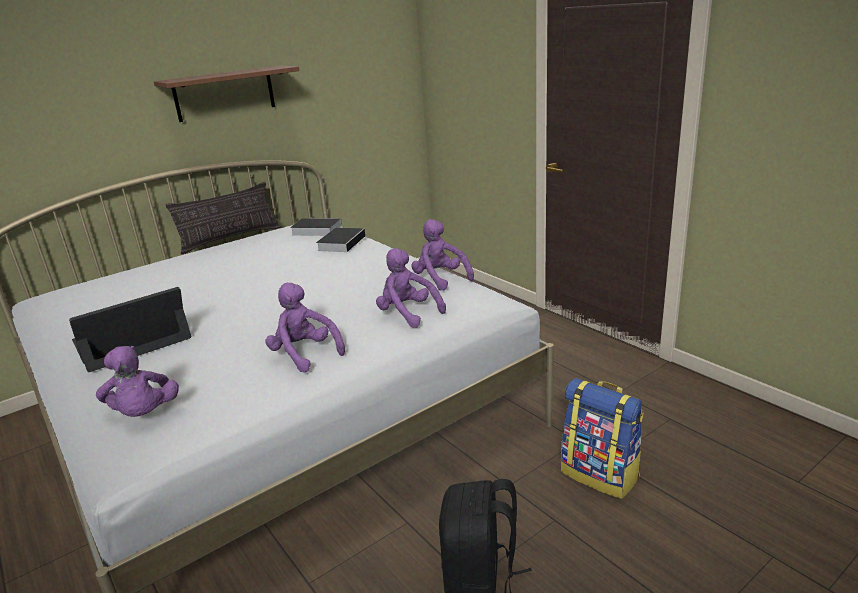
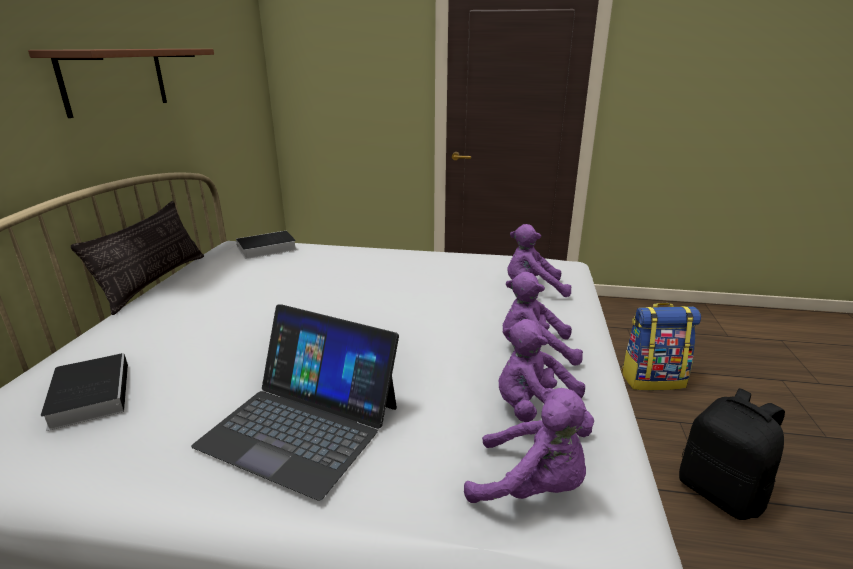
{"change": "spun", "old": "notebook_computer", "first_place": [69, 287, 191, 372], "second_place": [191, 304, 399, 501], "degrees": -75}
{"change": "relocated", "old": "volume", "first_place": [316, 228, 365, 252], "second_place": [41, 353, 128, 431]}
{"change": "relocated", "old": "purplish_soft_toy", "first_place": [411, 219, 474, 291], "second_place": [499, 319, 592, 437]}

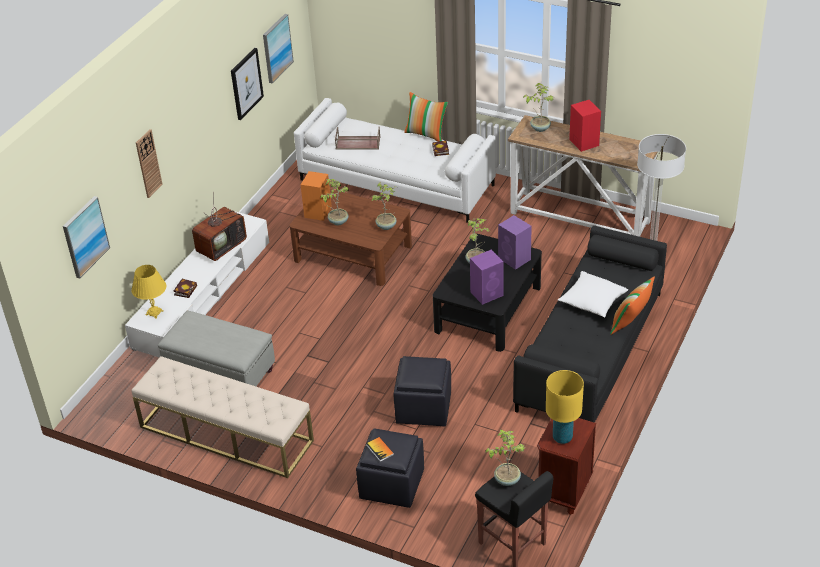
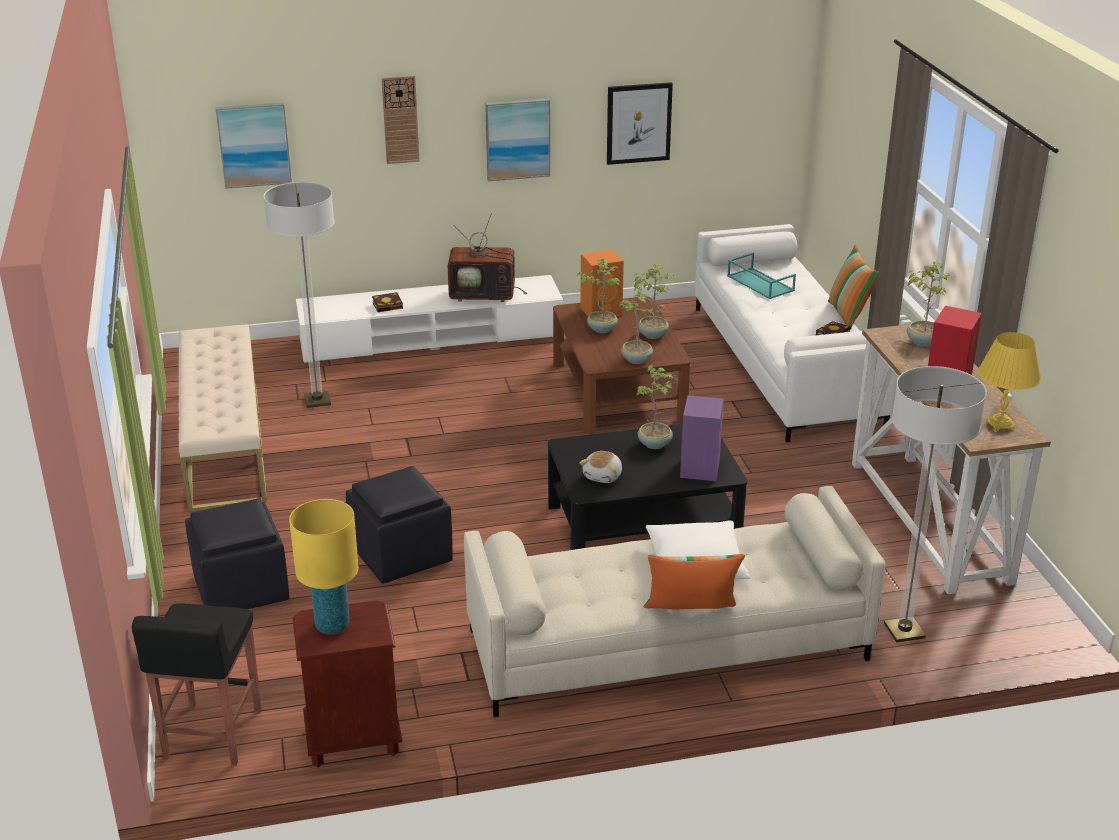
{"change": "relocated", "old": "yellow_tabletop_lamp", "first_place": [131, 265, 167, 319], "second_place": [978, 332, 1041, 432]}
{"change": "exchanged", "old": "gray_footrest", "new": "standing_lamp", "first_place": [158, 310, 275, 386], "second_place": [263, 182, 335, 408]}
{"change": "relocated", "old": "wall_picture", "first_place": [263, 14, 294, 83], "second_place": [485, 99, 550, 181]}
{"change": "colour", "old": "brown_tray", "new": "blue-green_tray", "first_place": [335, 127, 380, 150], "second_place": [727, 253, 796, 299]}
{"change": "missing", "old": "volume", "first_place": [366, 437, 394, 462]}
{"change": "exchanged", "old": "purplish_loudspeaker", "new": "soft_toy", "first_place": [470, 250, 504, 305], "second_place": [579, 451, 622, 483]}
{"change": "relocated", "old": "houseplant", "first_place": [485, 430, 525, 486], "second_place": [633, 264, 674, 339]}
{"change": "colour", "old": "black_sofa", "new": "sand-coloured_sofa", "first_place": [513, 225, 667, 423], "second_place": [464, 486, 886, 717]}

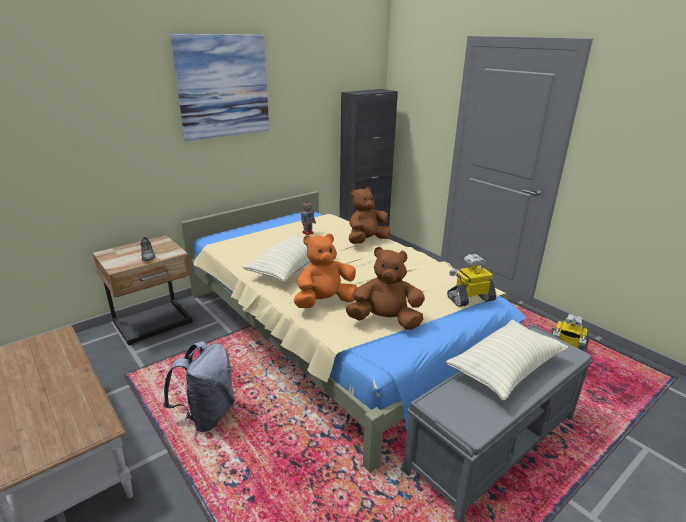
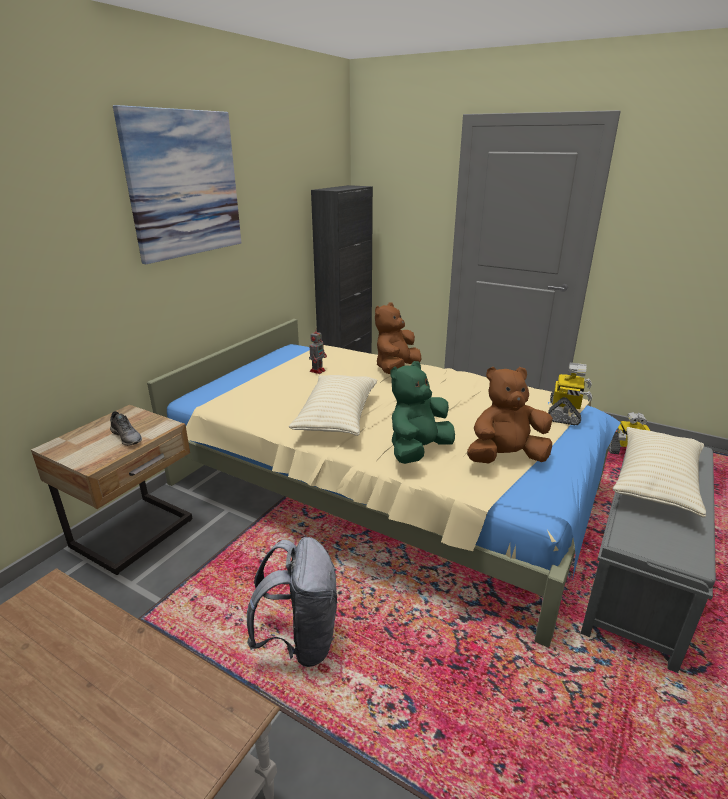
{"change": "colour", "old": "orange_soft_toy", "new": "green_soft_toy", "first_place": [294, 233, 357, 308], "second_place": [390, 361, 455, 464]}
{"change": "spun", "old": "robot_figure", "first_place": [447, 254, 497, 307], "second_place": [548, 363, 592, 425], "degrees": 150}

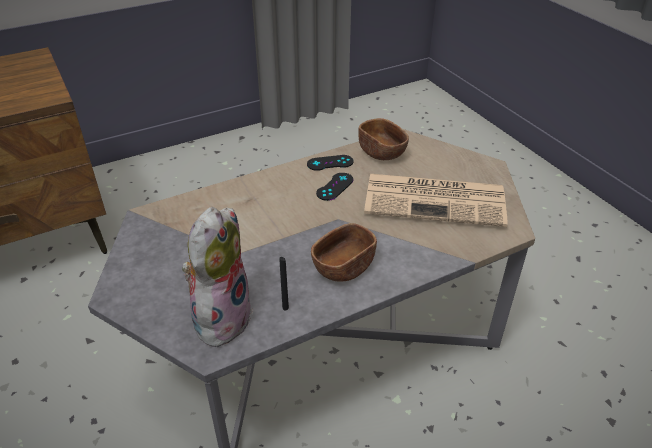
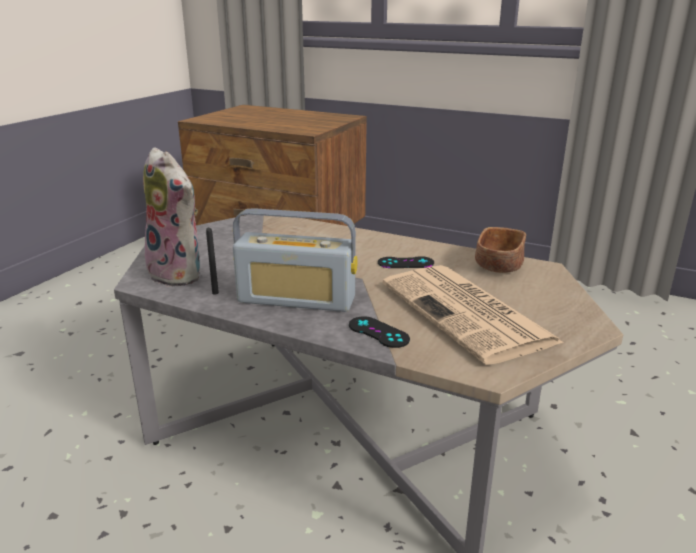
{"change": "spun", "old": "soft_toy", "first_place": [182, 207, 253, 348], "second_place": [143, 147, 200, 287], "degrees": 60}
{"change": "relocated", "old": "black_game_controller", "first_place": [307, 155, 354, 171], "second_place": [349, 316, 410, 348]}
{"change": "exchanged", "old": "brown_bowl", "new": "radio", "first_place": [311, 223, 377, 282], "second_place": [233, 208, 358, 312]}

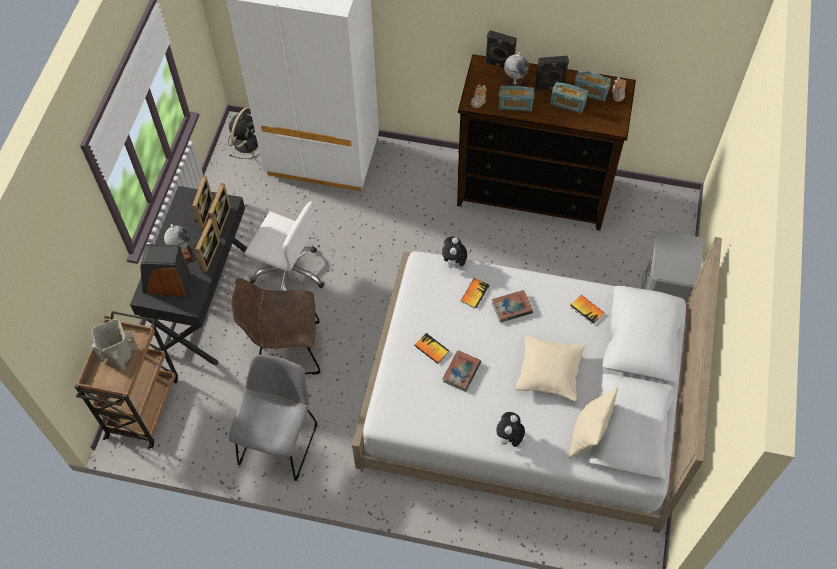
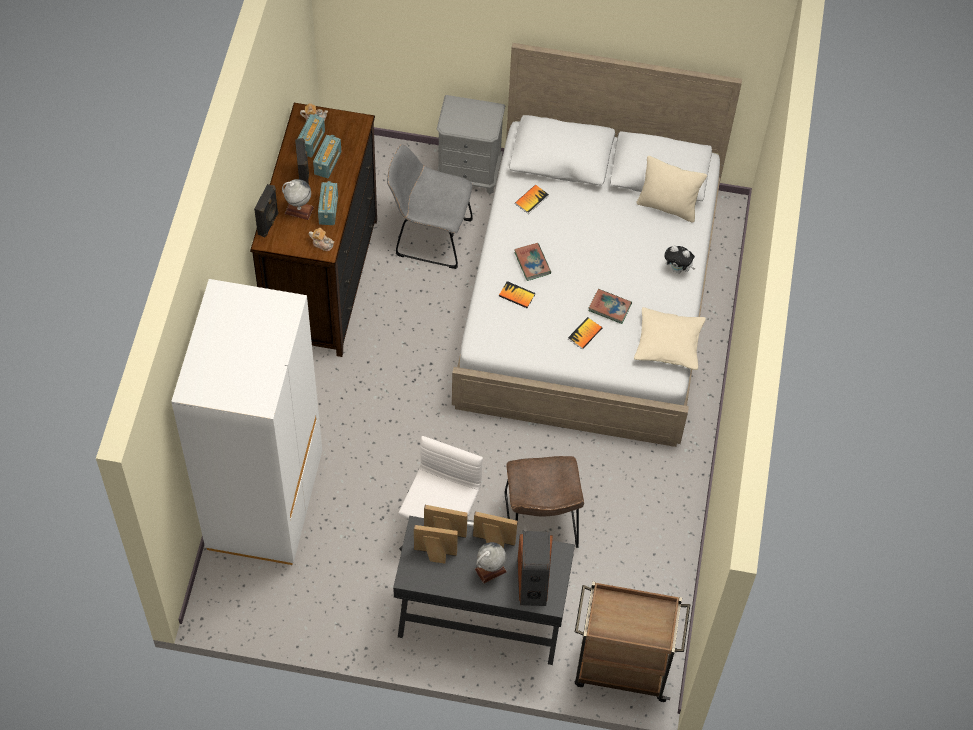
{"change": "missing", "old": "sand-coloured_decorative_vase", "first_place": [92, 319, 138, 371]}
{"change": "missing", "old": "black_cooling_fan", "first_place": [228, 107, 260, 159]}
{"change": "relocated", "old": "gray_upright_chair", "first_place": [229, 355, 317, 481], "second_place": [387, 144, 473, 269]}
{"change": "missing", "old": "soft_toy", "first_place": [442, 236, 467, 270]}
{"change": "relocated", "old": "sand-coloured_cushion", "first_place": [516, 335, 585, 401], "second_place": [634, 307, 706, 370]}

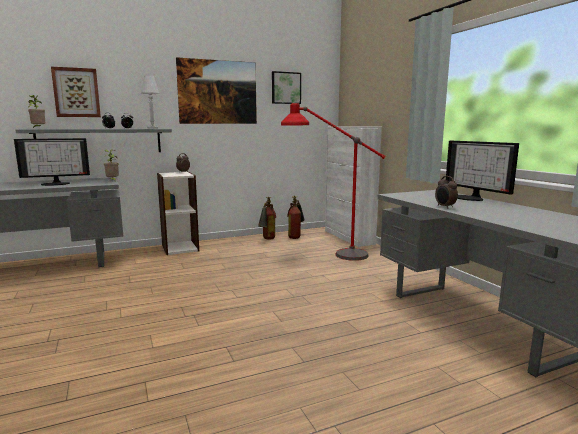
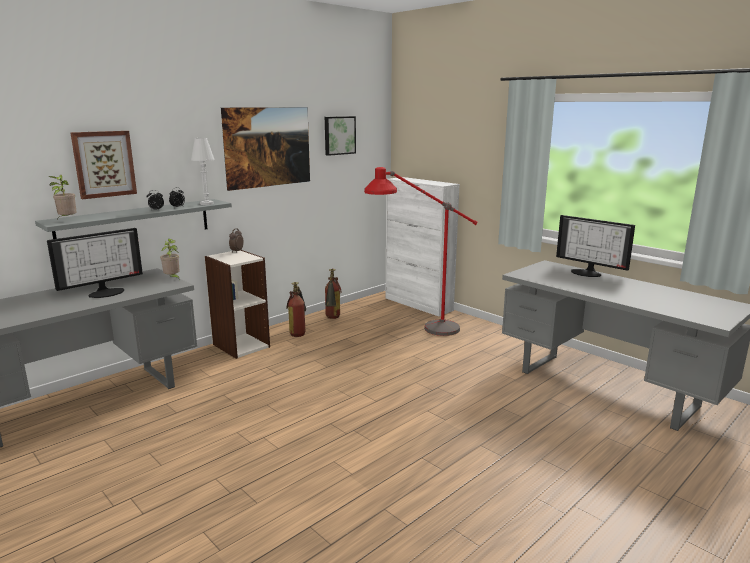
{"change": "relocated", "old": "fire_extinguisher", "first_place": [287, 196, 305, 239], "second_place": [286, 282, 306, 337]}
{"change": "missing", "old": "alarm_clock", "first_place": [435, 176, 458, 208]}

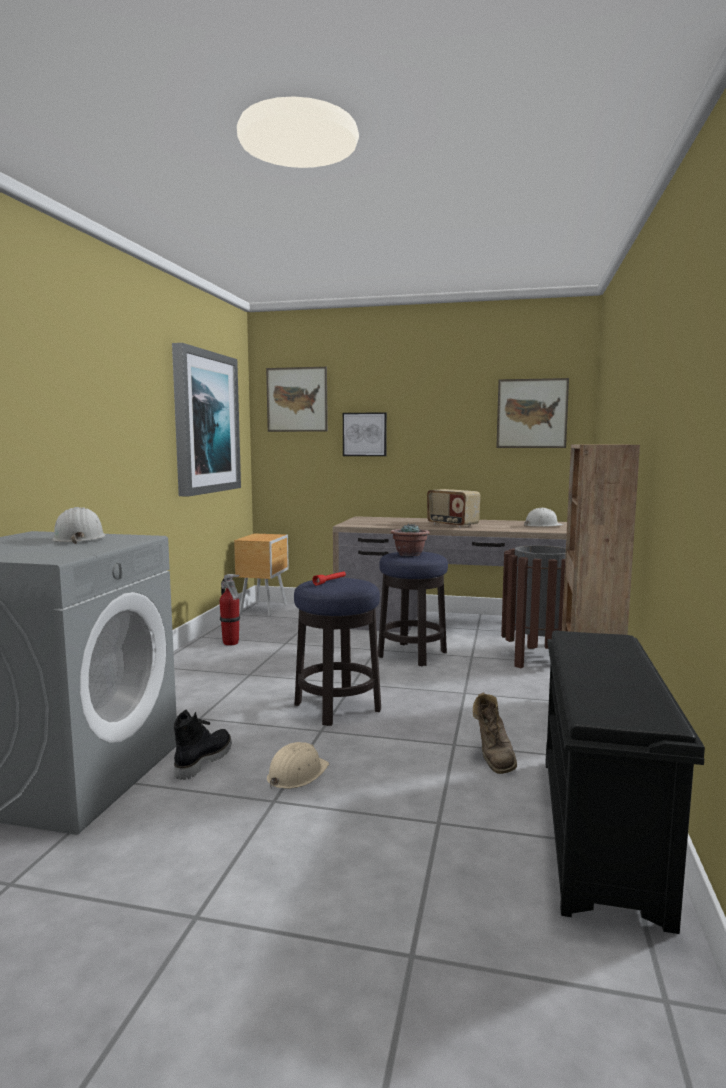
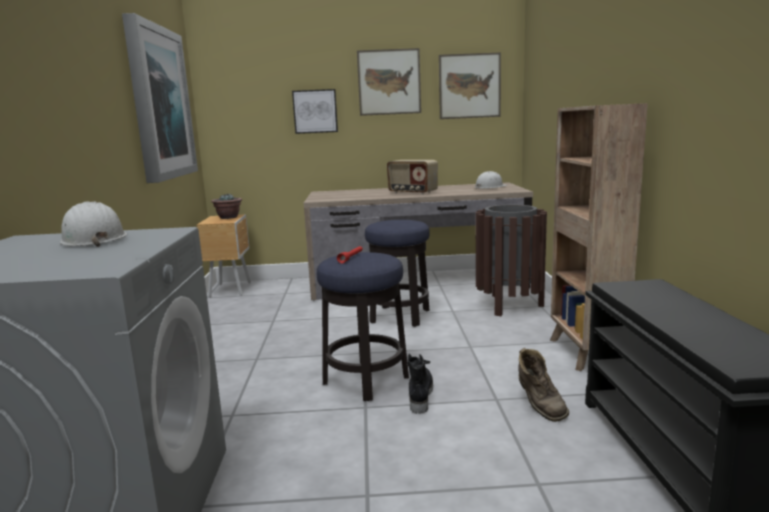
{"change": "relocated", "old": "black_tall_boot", "first_place": [174, 710, 232, 780], "second_place": [407, 354, 433, 414]}
{"change": "missing", "old": "fire_extinguisher", "first_place": [220, 574, 240, 646]}
{"change": "relocated", "old": "wall_picture", "first_place": [266, 367, 328, 432], "second_place": [357, 48, 421, 116]}
{"change": "missing", "old": "sand-coloured_hard_hat", "first_place": [267, 742, 329, 789]}
{"change": "relocated", "old": "houseplant", "first_place": [391, 523, 430, 556], "second_place": [211, 193, 242, 219]}

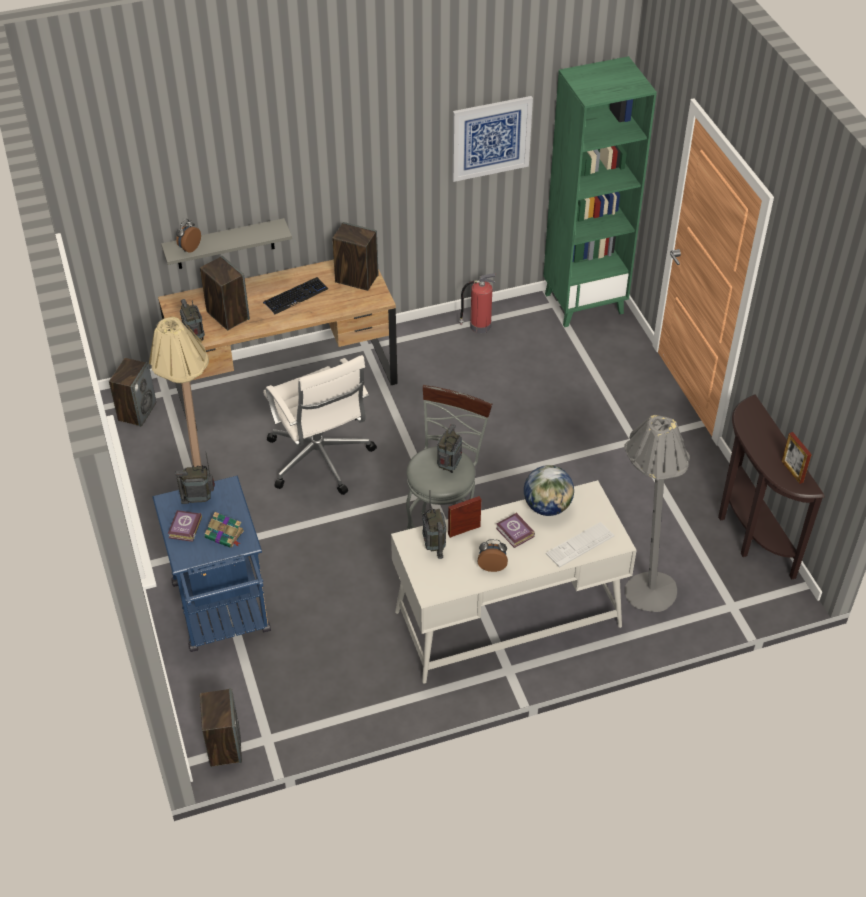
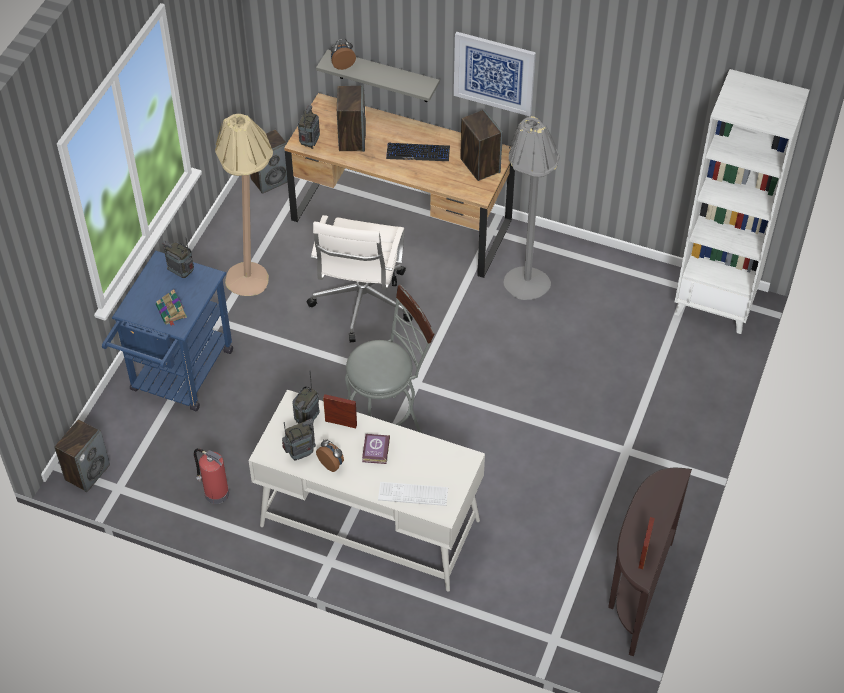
{"change": "missing", "old": "volume", "first_place": [168, 510, 202, 542]}
{"change": "relocated", "old": "radio", "first_place": [437, 424, 462, 473], "second_place": [282, 419, 316, 461]}
{"change": "relocated", "old": "wall_picture", "first_place": [452, 96, 533, 182], "second_place": [454, 31, 536, 116]}
{"change": "relocated", "old": "fire_extinguisher", "first_place": [459, 273, 496, 333], "second_place": [194, 448, 229, 504]}
{"change": "missing", "old": "world_globe", "first_place": [524, 465, 574, 516]}
{"change": "colour", "old": "green_shelving_unit", "new": "white_shelving_unit", "first_place": [543, 56, 657, 327], "second_place": [674, 69, 809, 334]}
{"change": "relocated", "old": "gray_standing_lamp", "first_place": [624, 414, 690, 612], "second_place": [503, 116, 559, 300]}

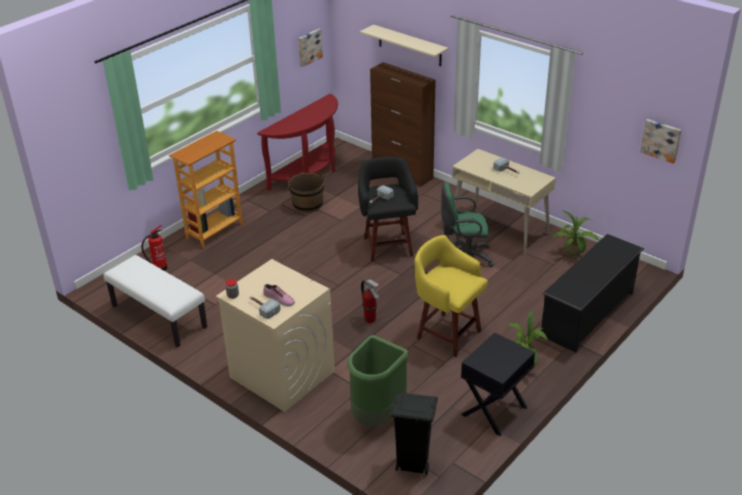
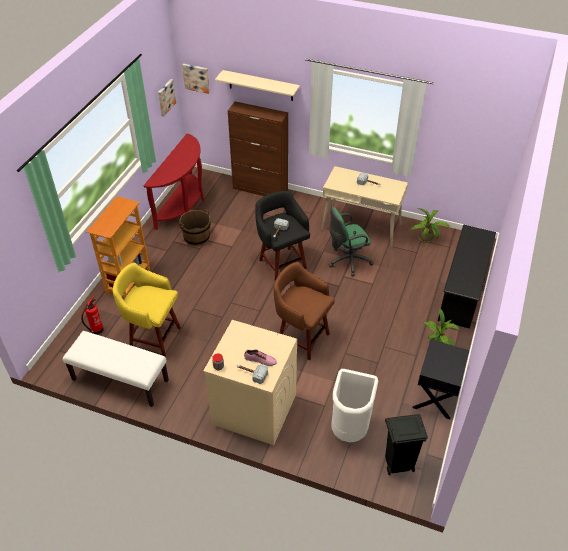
{"change": "colour", "old": "green_waste_bin", "new": "white_waste_bin", "first_place": [347, 335, 409, 426], "second_place": [332, 369, 378, 442]}
{"change": "exchanged", "old": "fire_extinguisher", "new": "brown_sitting_stool", "first_place": [361, 279, 380, 323], "second_place": [273, 262, 335, 360]}
{"change": "relocated", "old": "yellow_sitting_stool", "first_place": [415, 235, 488, 357], "second_place": [113, 262, 181, 356]}
{"change": "relocated", "old": "wall_picture", "first_place": [640, 119, 682, 164], "second_place": [182, 64, 210, 94]}

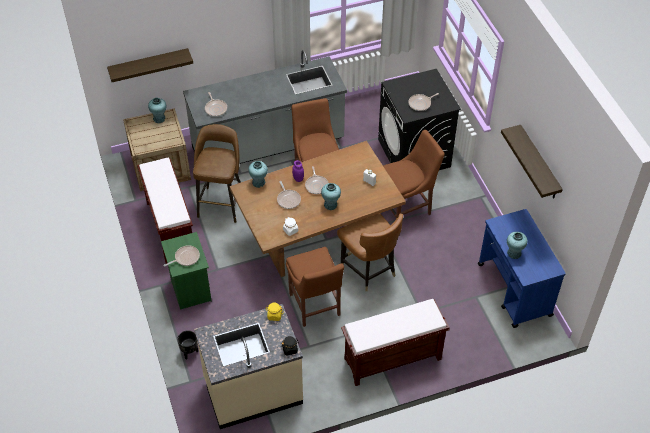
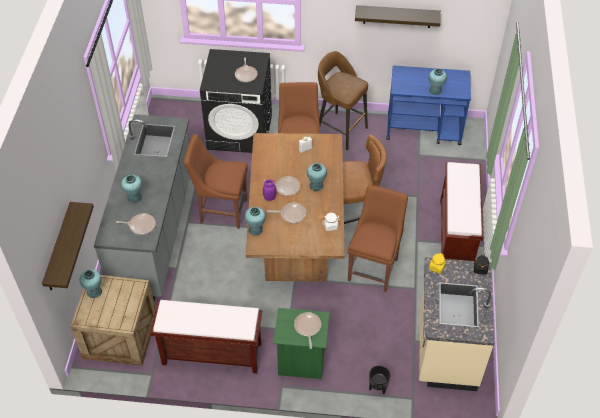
{"change": "relocated", "old": "brown_sitting_stool", "first_place": [193, 124, 241, 223], "second_place": [318, 51, 368, 150]}
{"change": "spun", "old": "brown_upright_chair", "first_place": [286, 247, 344, 327], "second_place": [348, 185, 408, 292], "degrees": -75}
{"change": "appeared", "new": "blue-green_decorative_vase", "second_place": [121, 175, 142, 203]}

